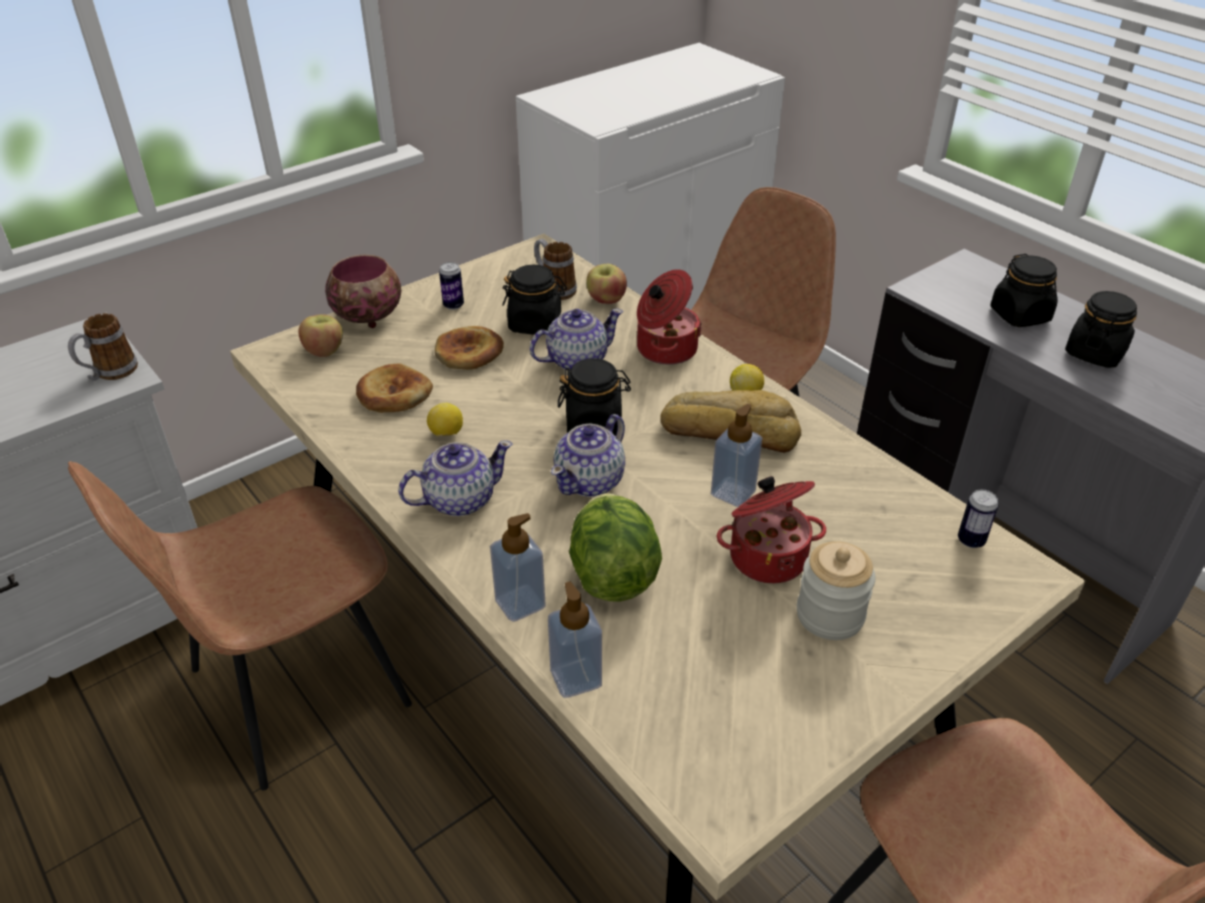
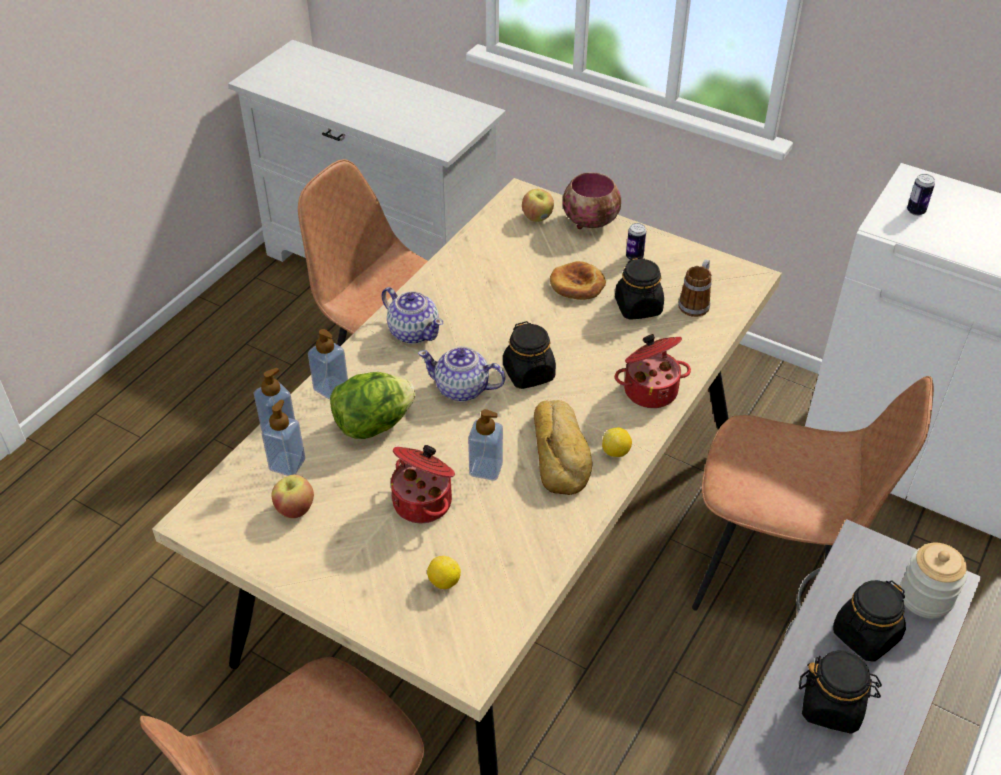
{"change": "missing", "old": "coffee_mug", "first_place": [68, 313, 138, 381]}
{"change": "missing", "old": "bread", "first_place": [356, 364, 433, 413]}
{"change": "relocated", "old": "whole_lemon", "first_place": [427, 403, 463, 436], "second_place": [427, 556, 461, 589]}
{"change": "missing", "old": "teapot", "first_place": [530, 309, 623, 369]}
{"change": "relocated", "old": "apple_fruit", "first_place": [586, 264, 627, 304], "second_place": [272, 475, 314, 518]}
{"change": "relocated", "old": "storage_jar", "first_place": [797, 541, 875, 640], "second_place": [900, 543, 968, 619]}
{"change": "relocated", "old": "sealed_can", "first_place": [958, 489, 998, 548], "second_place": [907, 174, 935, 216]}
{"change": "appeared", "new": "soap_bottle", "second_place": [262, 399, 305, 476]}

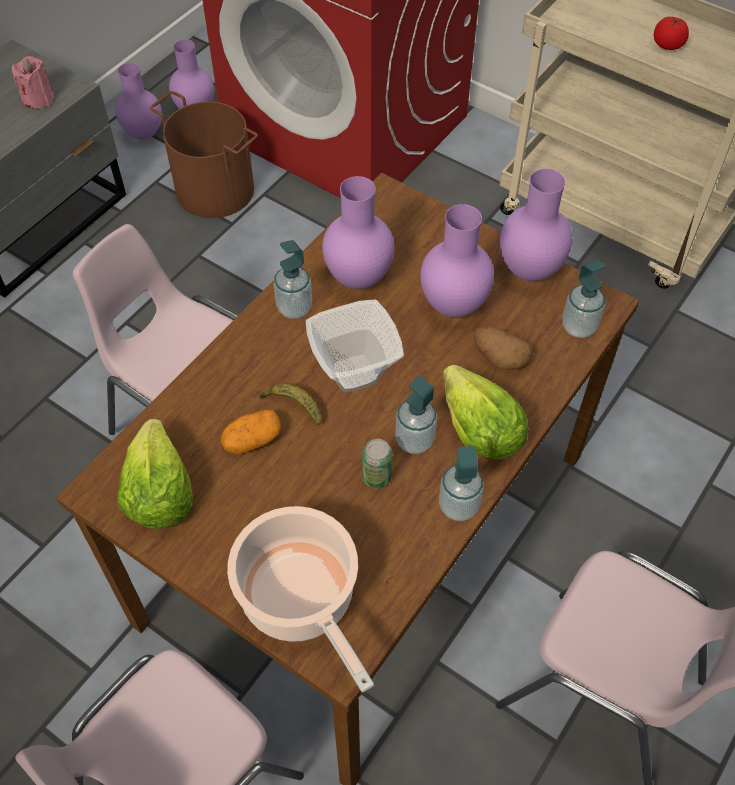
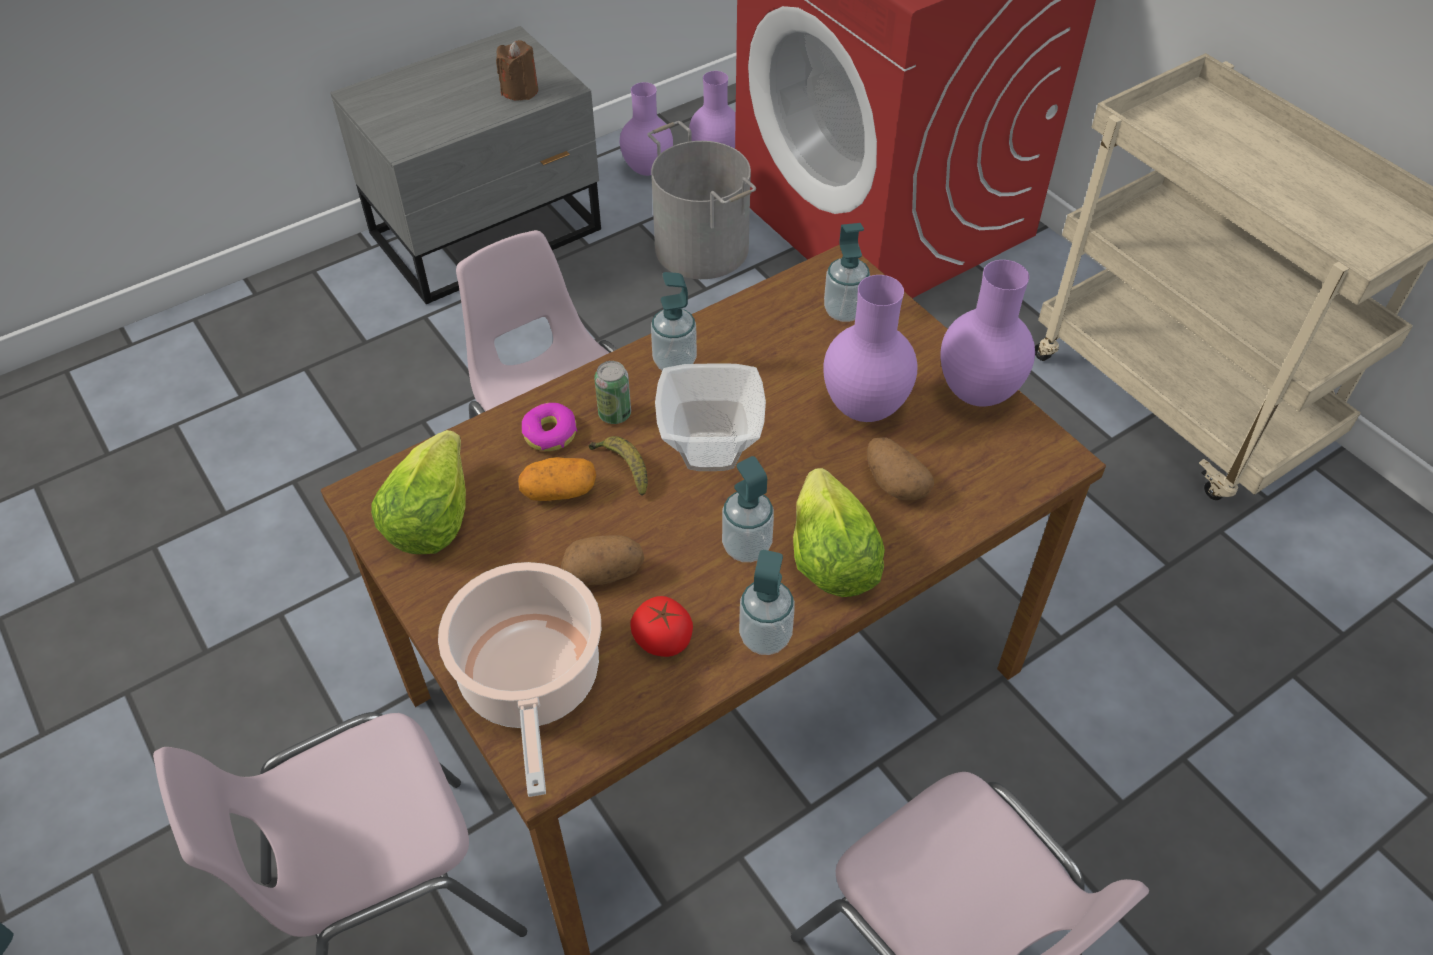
{"change": "colour", "old": "pinkish_candle", "new": "brown_candle", "first_place": [11, 56, 54, 109], "second_place": [496, 40, 538, 101]}
{"change": "colour", "old": "brown_water_bucket", "new": "gray_water_bucket", "first_place": [150, 91, 258, 218], "second_place": [647, 121, 756, 279]}
{"change": "missing", "old": "purplish_decorative_vase", "first_place": [322, 176, 394, 289]}
{"change": "relocated", "old": "sealed_can", "first_place": [362, 439, 393, 489], "second_place": [594, 361, 631, 424]}
{"change": "relocated", "old": "soap_bottle", "first_place": [562, 259, 606, 338], "second_place": [824, 223, 870, 322]}
{"change": "relocated", "old": "tomato", "first_place": [654, 17, 689, 50], "second_place": [630, 596, 693, 657]}
{"change": "appeared", "new": "ring_doughnut", "second_place": [522, 403, 577, 451]}
{"change": "appeared", "new": "potato", "second_place": [561, 535, 644, 585]}

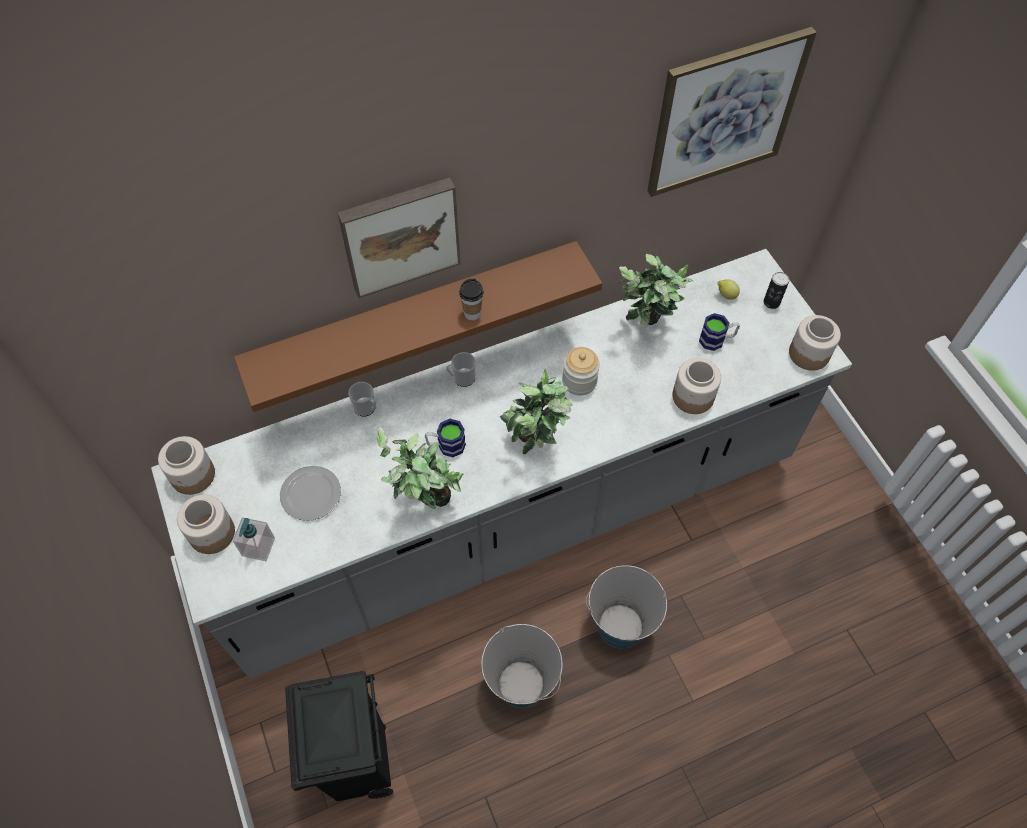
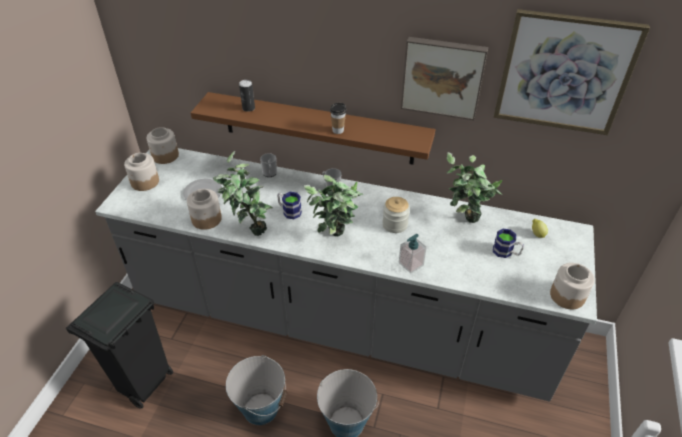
{"change": "relocated", "old": "soap_bottle", "first_place": [233, 517, 275, 561], "second_place": [399, 234, 427, 273]}
{"change": "relocated", "old": "wall_picture", "first_place": [337, 178, 461, 298], "second_place": [401, 37, 488, 120]}
{"change": "relocated", "old": "storage_jar", "first_place": [673, 358, 721, 414], "second_place": [187, 189, 222, 230]}
{"change": "relocated", "old": "sealed_can", "first_place": [763, 272, 790, 309], "second_place": [239, 80, 255, 112]}

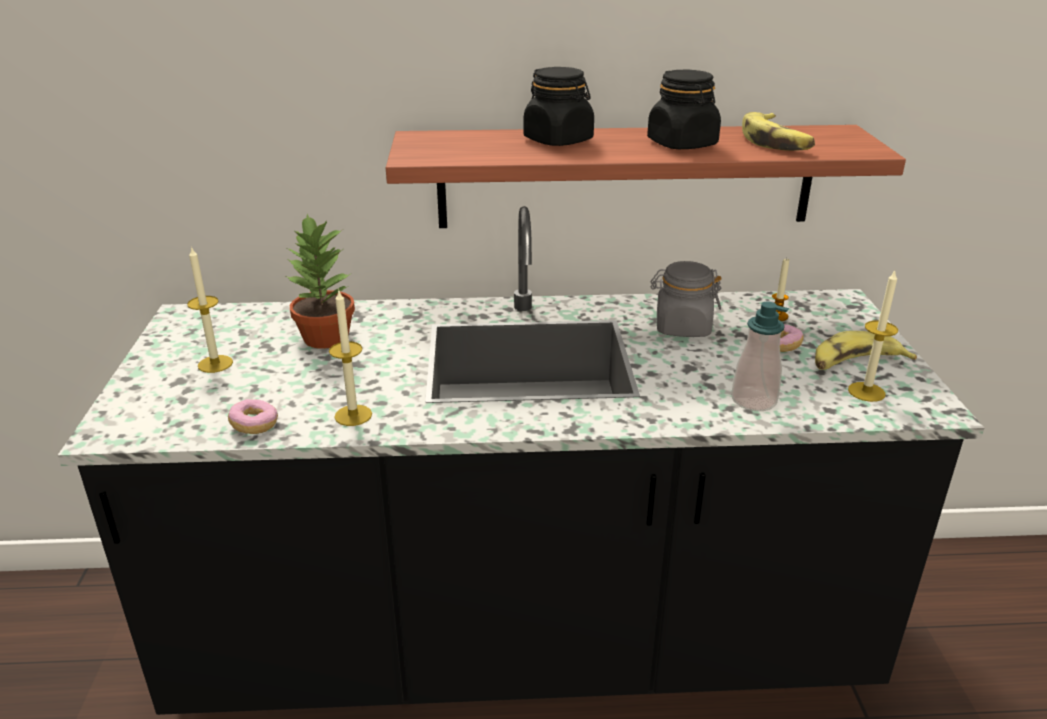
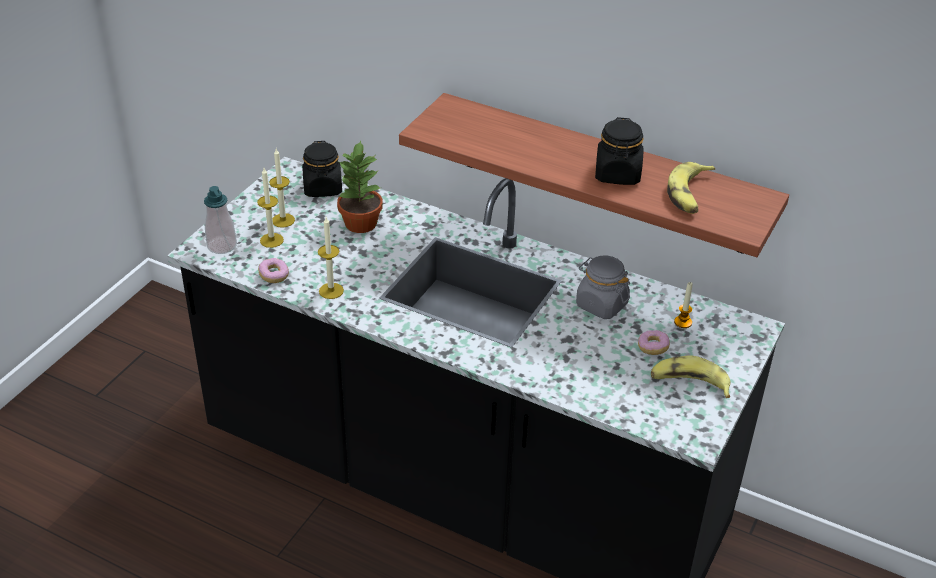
{"change": "relocated", "old": "black_storage_jar", "first_place": [524, 67, 594, 146], "second_place": [302, 141, 342, 197]}
{"change": "relocated", "old": "soap_bottle", "first_place": [731, 301, 789, 411], "second_place": [204, 186, 237, 254]}
{"change": "relocated", "old": "candle", "first_place": [848, 271, 898, 402], "second_place": [257, 168, 284, 248]}

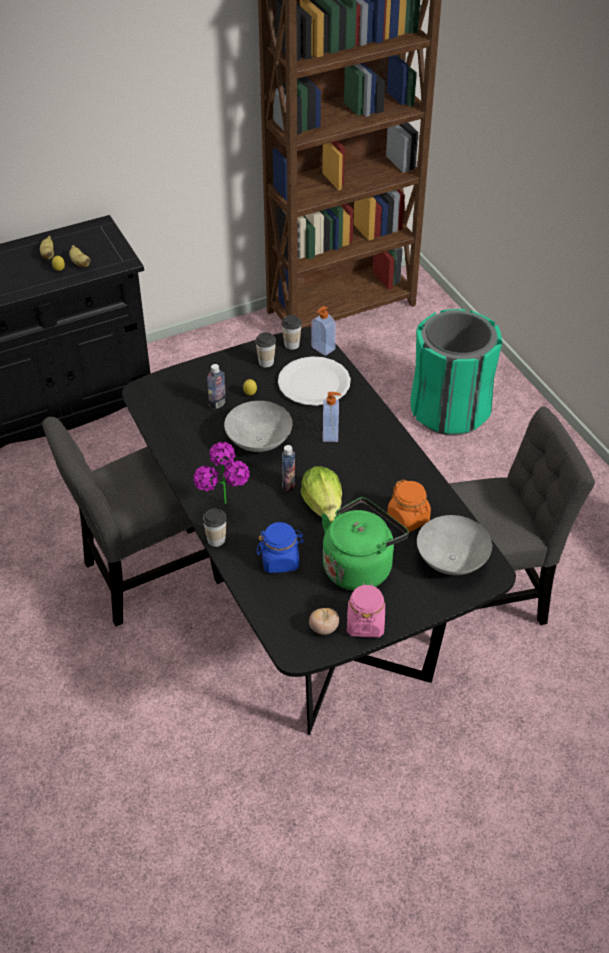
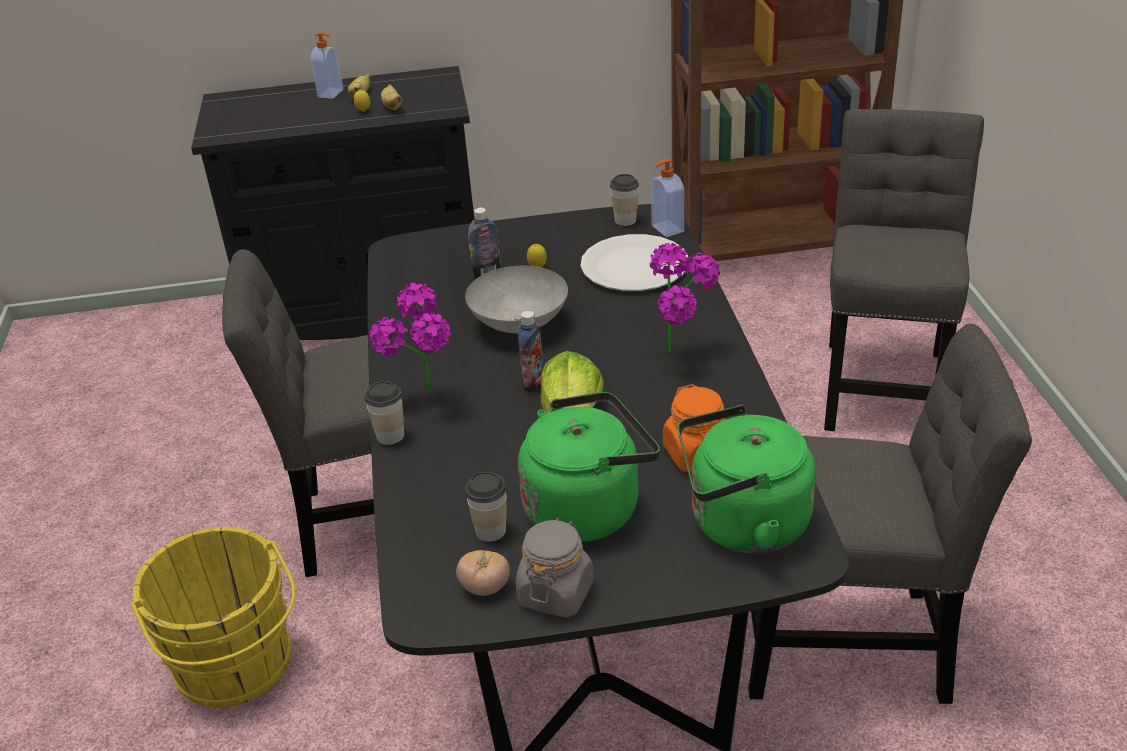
{"change": "relocated", "old": "cup", "first_place": [255, 332, 276, 368], "second_place": [465, 472, 507, 542]}
{"change": "missing", "old": "bluish_storage_jar", "first_place": [257, 522, 304, 573]}
{"change": "relocated", "old": "soap_bottle", "first_place": [323, 392, 341, 442], "second_place": [311, 32, 343, 99]}
{"change": "colour", "old": "pinkish_storage_jar", "new": "gray_storage_jar", "first_place": [347, 583, 385, 637], "second_place": [516, 518, 594, 618]}
{"change": "exchanged", "old": "green_waste_bin", "new": "gray_upright_chair", "first_place": [410, 309, 502, 436], "second_place": [824, 109, 984, 431]}
{"change": "exchanged", "old": "gray_bowl", "new": "green_tea_kettle", "first_place": [417, 515, 492, 575], "second_place": [678, 405, 816, 554]}
{"change": "appeared", "new": "yellow_water_bucket", "second_place": [131, 527, 296, 708]}
{"change": "appeared", "new": "houseplant", "second_place": [650, 243, 720, 352]}

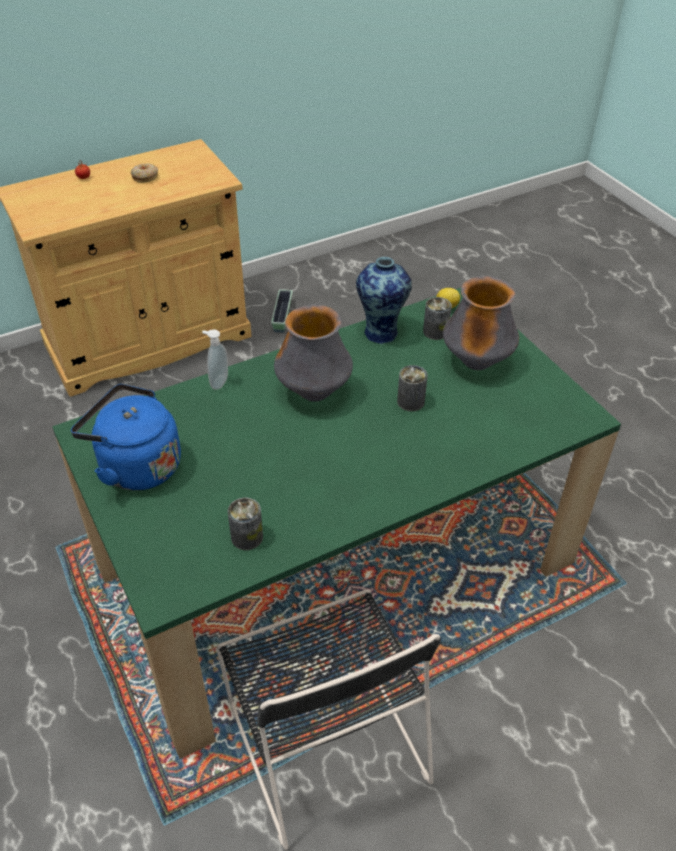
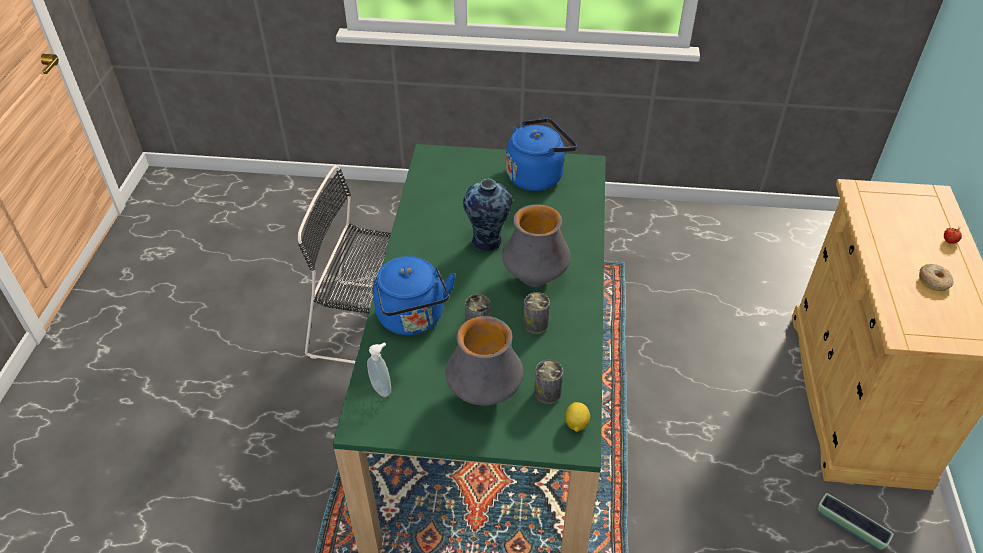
{"change": "relocated", "old": "soap_bottle", "first_place": [202, 330, 228, 390], "second_place": [367, 342, 391, 397]}
{"change": "relocated", "old": "sealed_can", "first_place": [228, 498, 263, 550], "second_place": [523, 292, 550, 334]}
{"change": "relocated", "old": "decorative_vase", "first_place": [356, 257, 412, 344], "second_place": [463, 179, 513, 252]}
{"change": "appeared", "new": "bluish_tea_kettle", "second_place": [373, 256, 456, 335]}

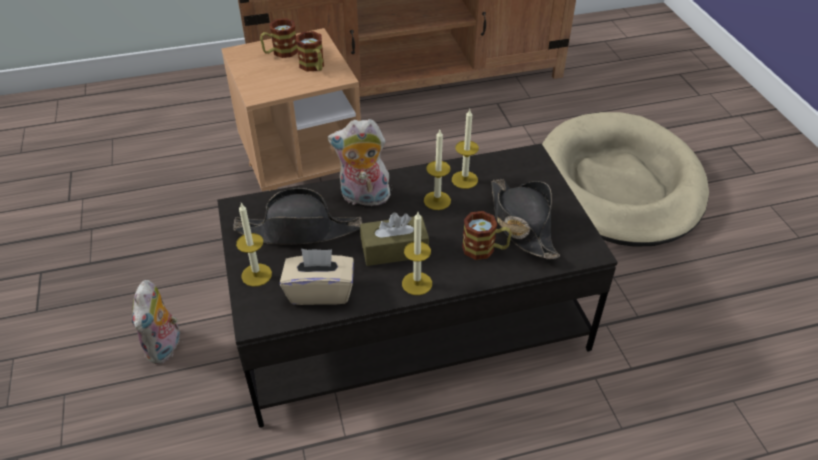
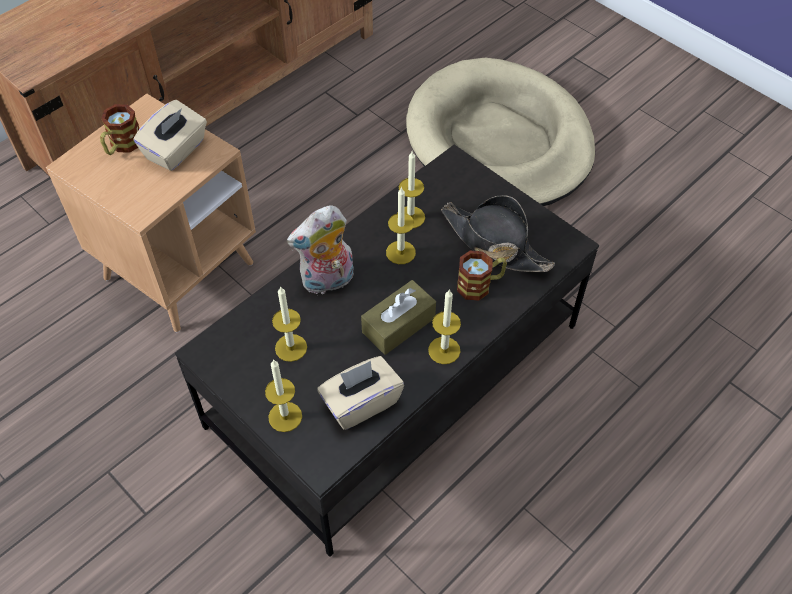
{"change": "missing", "old": "soft_toy", "first_place": [132, 280, 180, 364]}
{"change": "exchanged", "old": "black_clothing_hat", "new": "candle", "first_place": [233, 188, 362, 245], "second_place": [272, 286, 307, 362]}
{"change": "exchanged", "old": "coffee_mug", "new": "sand-coloured_tissue_box", "first_place": [296, 31, 324, 72], "second_place": [133, 100, 207, 171]}

